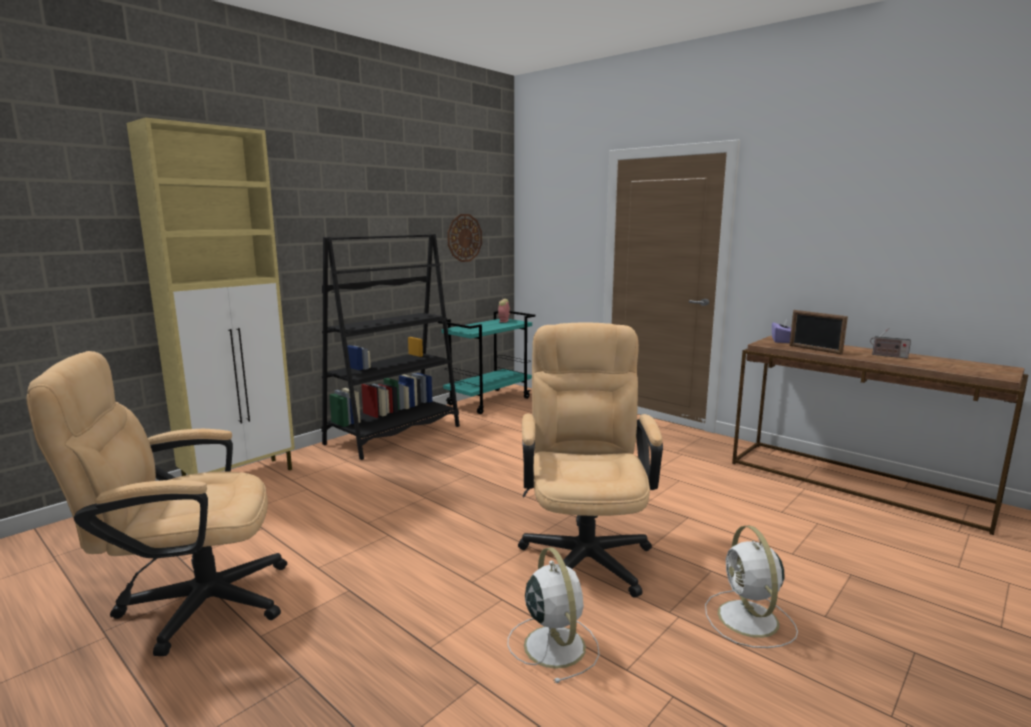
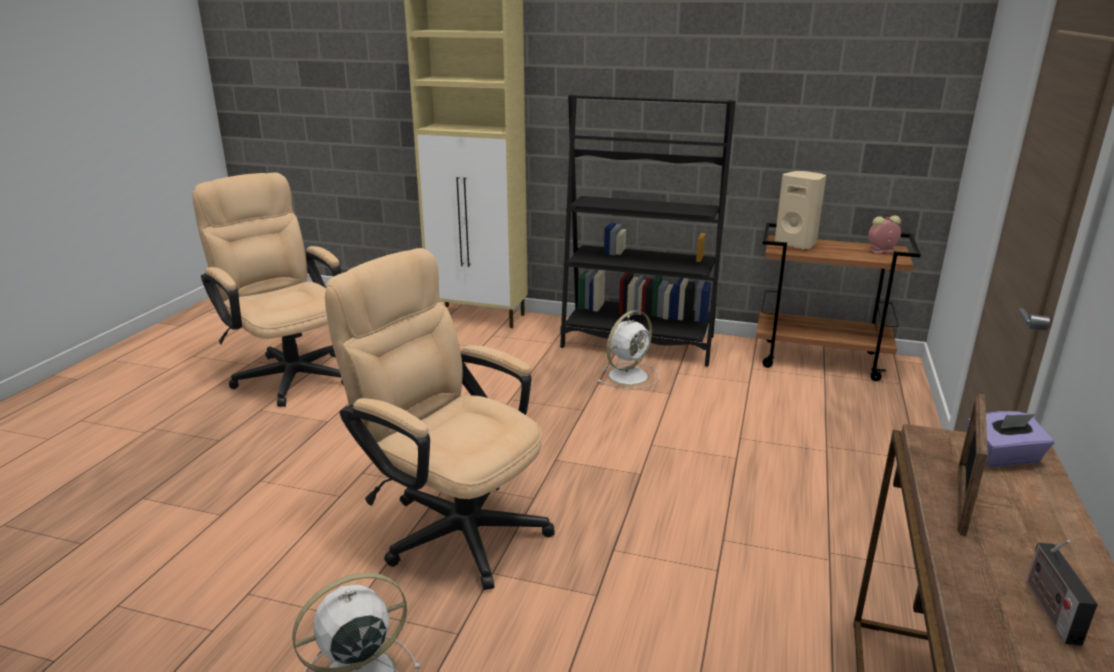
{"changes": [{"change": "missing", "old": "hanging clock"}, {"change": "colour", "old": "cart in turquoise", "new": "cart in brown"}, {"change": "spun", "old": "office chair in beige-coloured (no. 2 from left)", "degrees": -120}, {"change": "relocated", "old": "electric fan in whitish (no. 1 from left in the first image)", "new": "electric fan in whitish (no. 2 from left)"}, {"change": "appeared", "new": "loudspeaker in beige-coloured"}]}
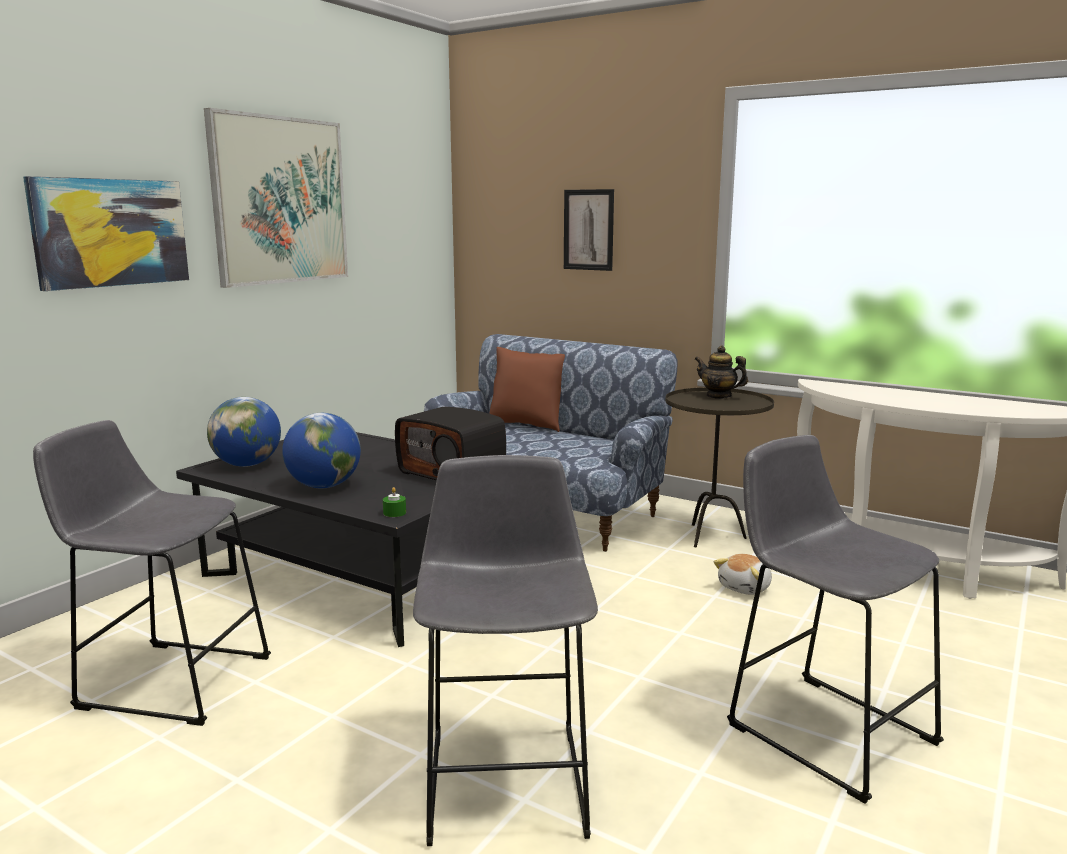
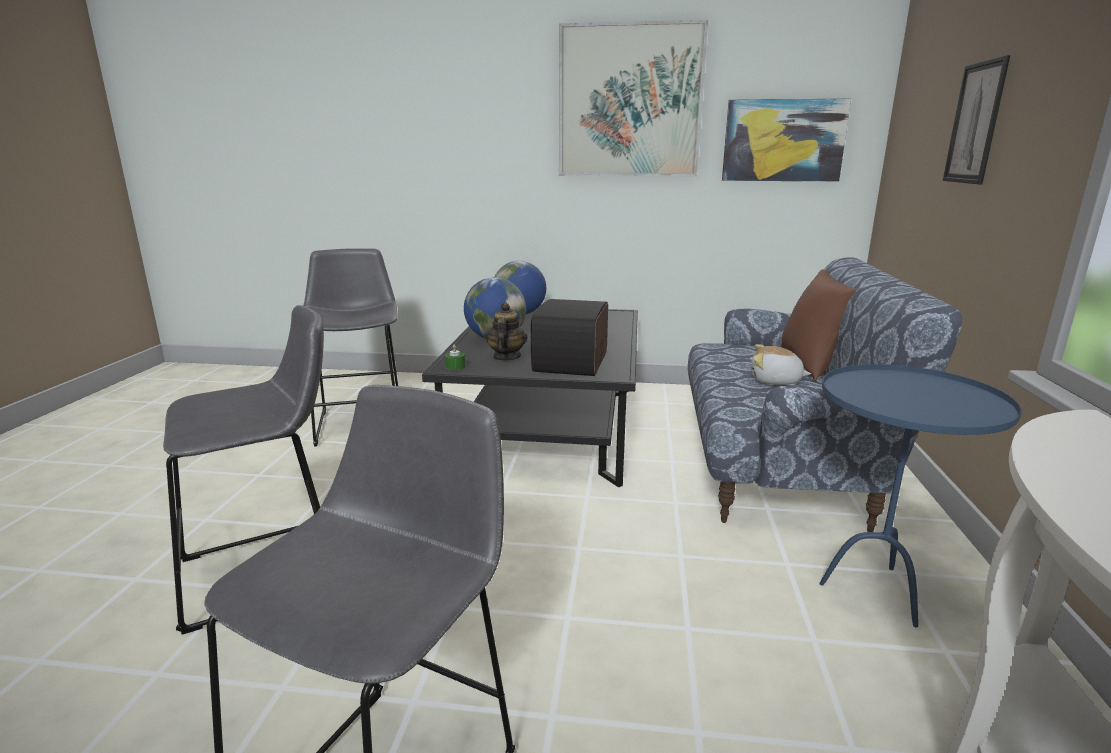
{"changes": [{"change": "relocated", "old": "picture (no. 1 from left in the first image)", "new": "picture (no. 2 from left)"}, {"change": "relocated", "old": "tea pot"}, {"change": "colour", "old": "end table in brown", "new": "end table in blue"}, {"change": "relocated", "old": "soft toy"}]}
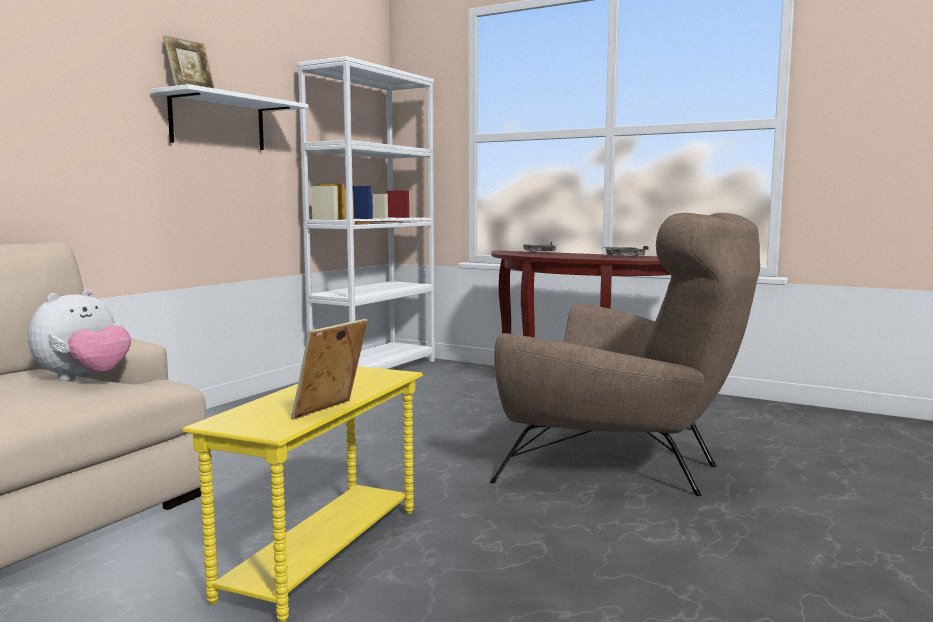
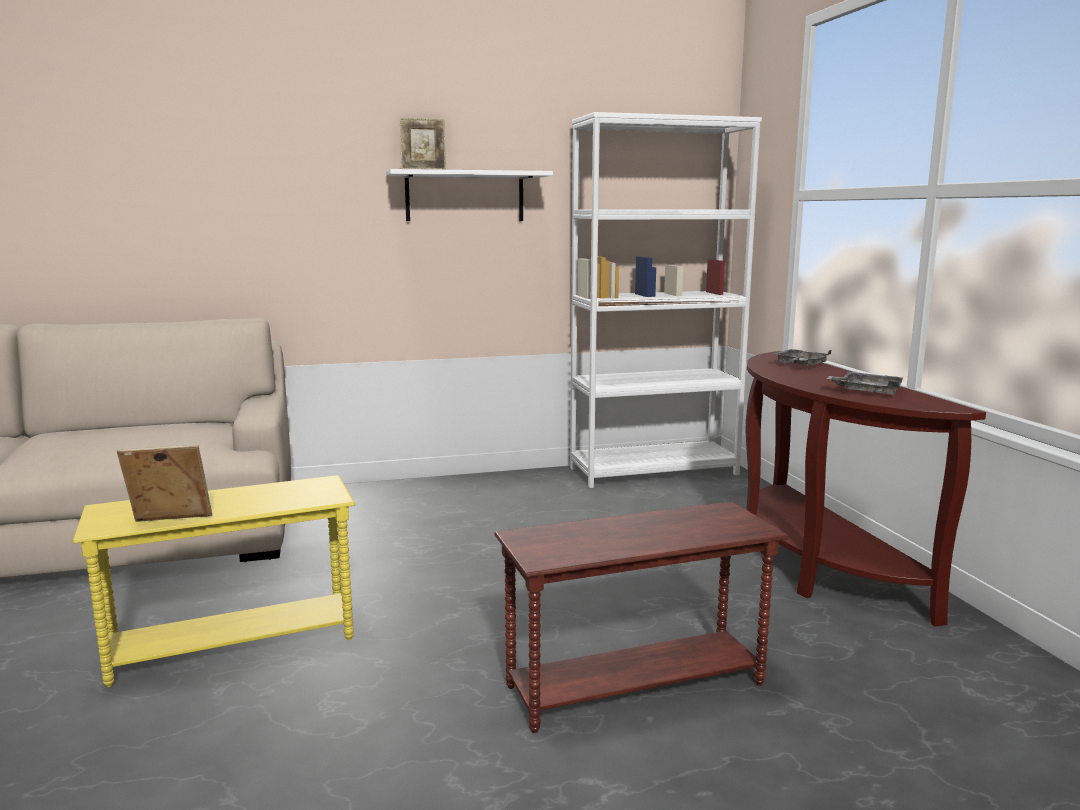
{"changes": [{"change": "exchanged", "old": "lounge chair in brown", "new": "end table in brown"}, {"change": "missing", "old": "soft toy"}]}
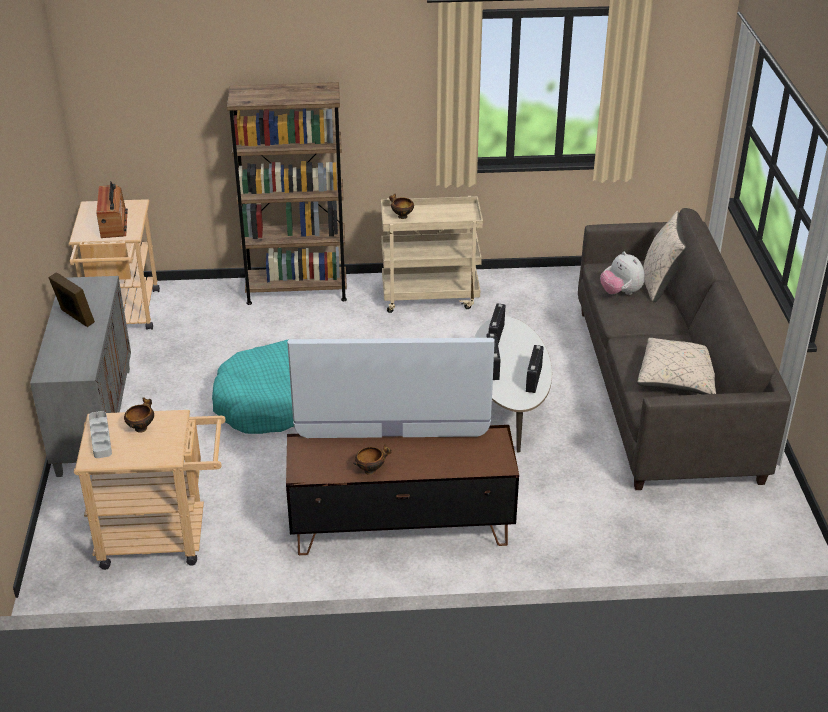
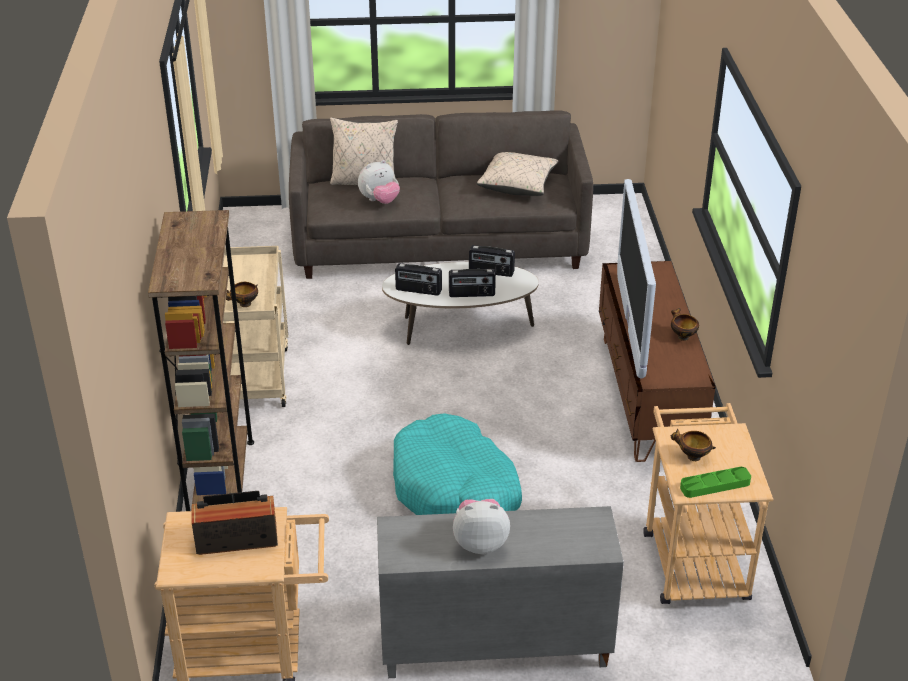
{"changes": [{"change": "exchanged", "old": "photo frame", "new": "soft toy (no. 2 from left)"}, {"change": "colour", "old": "tray in greyish", "new": "tray in green"}]}
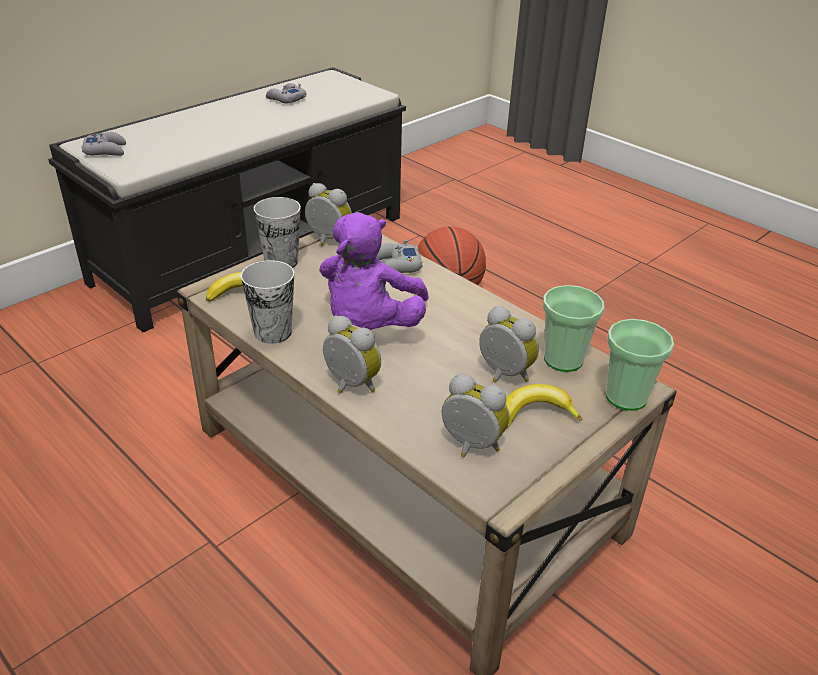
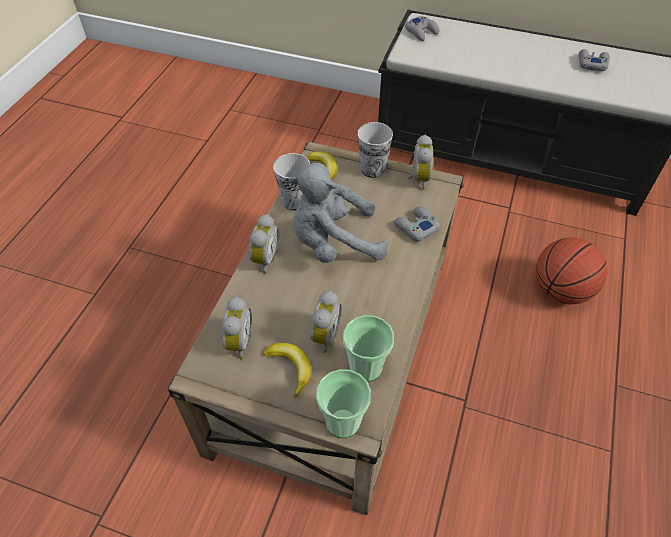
{"changes": [{"change": "colour", "old": "soft toy in purplish", "new": "soft toy in greyish"}]}
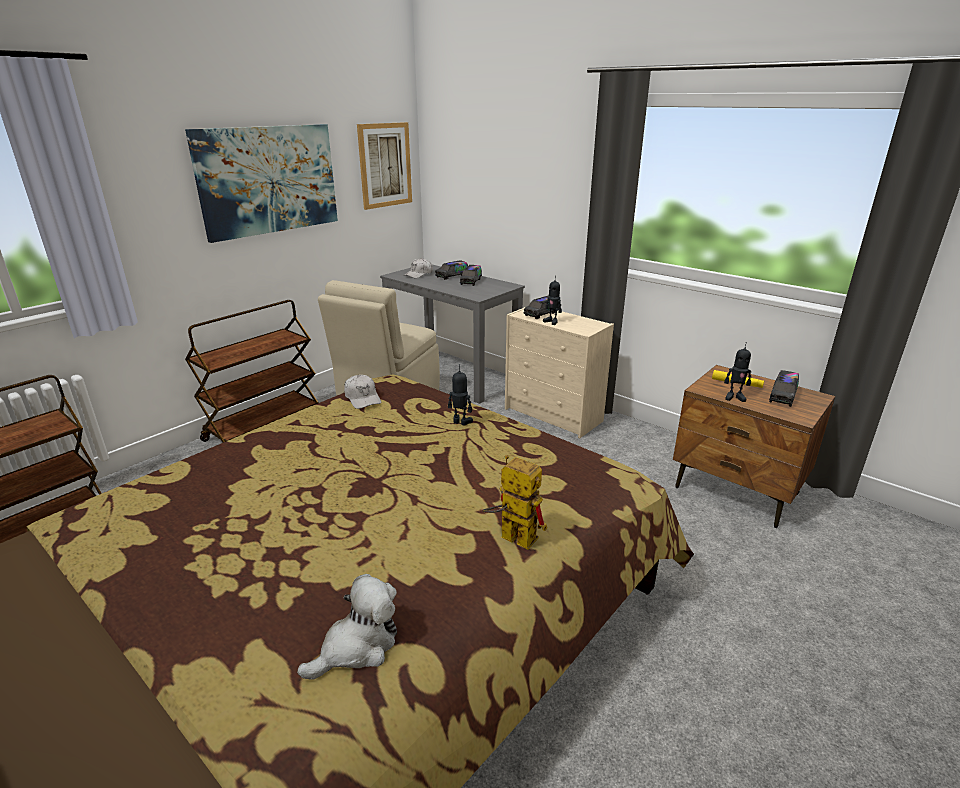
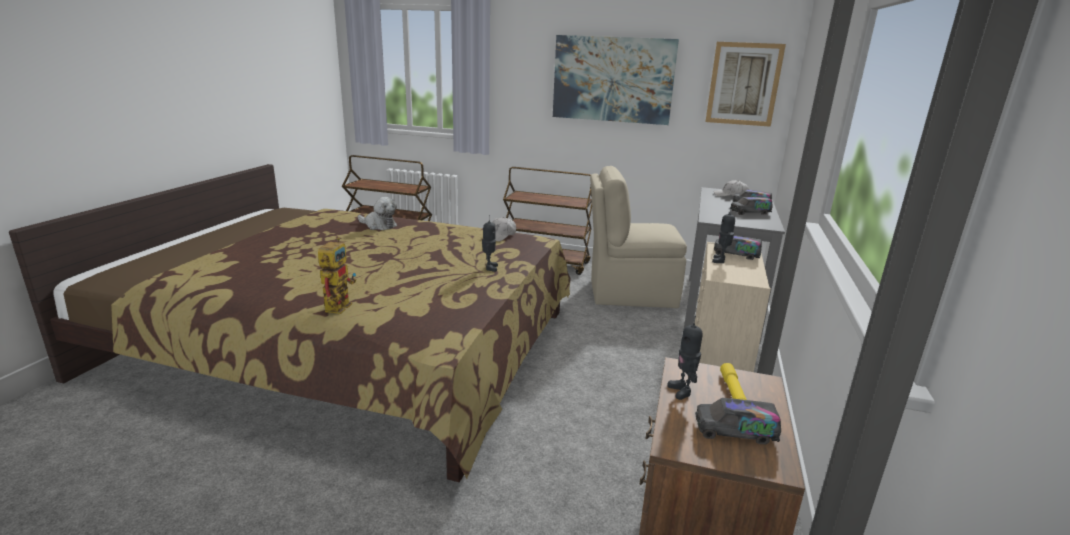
{"changes": [{"change": "relocated", "old": "soft toy"}]}
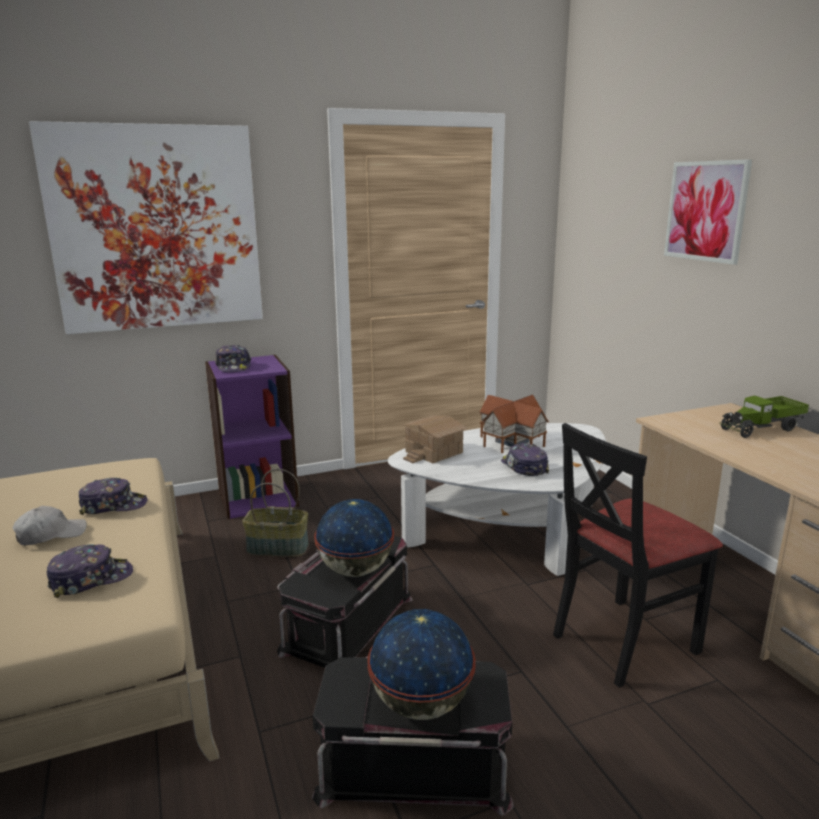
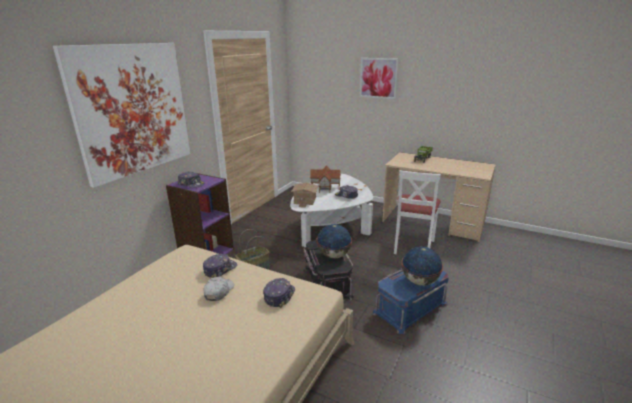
{"changes": [{"change": "colour", "old": "plain chair in black", "new": "plain chair in whitish"}, {"change": "colour", "old": "storage box in black (no. 2 from left)", "new": "storage box in blue"}]}
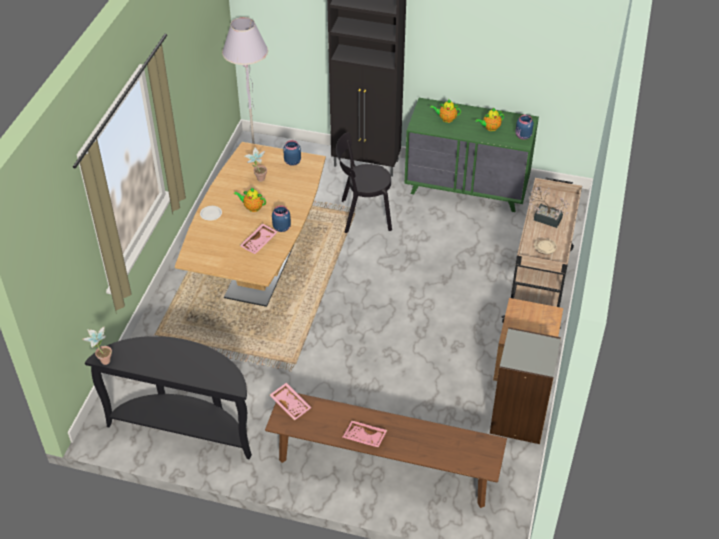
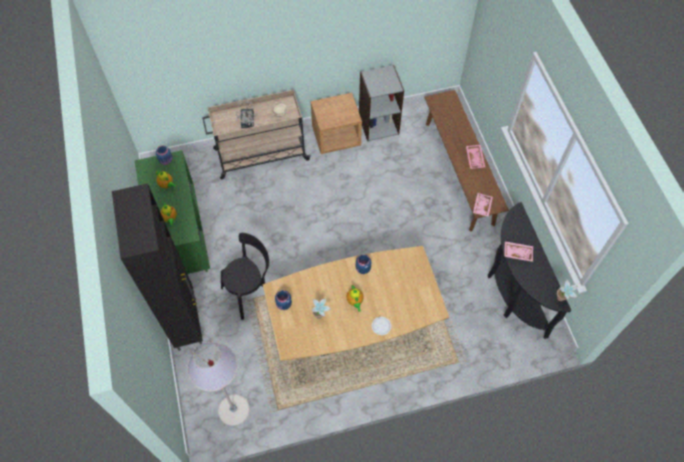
{"changes": [{"change": "spun", "old": "plain chair in black", "degrees": -90}, {"change": "relocated", "old": "tray in pink-coloured (no. 1 from left in the first image)", "new": "tray in pink-coloured (no. 3 from left)"}]}
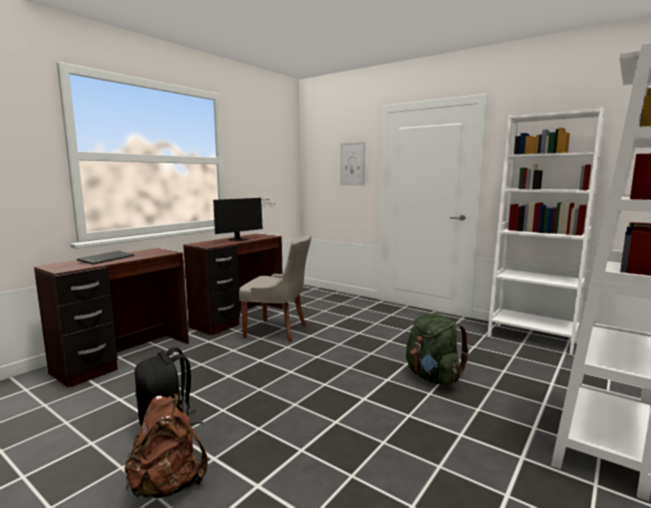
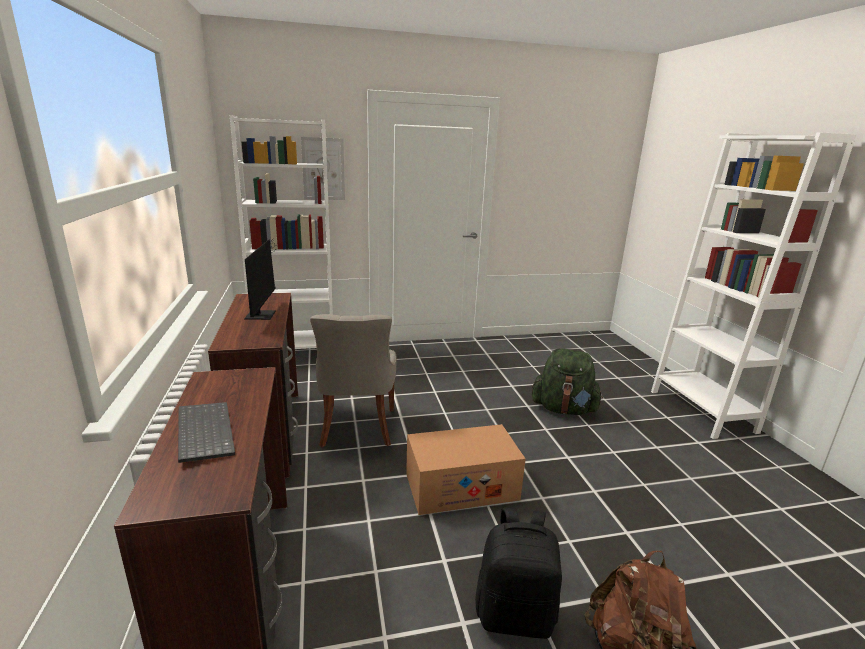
{"changes": [{"change": "relocated", "old": "shelving unit in whitish (no. 1 from left)"}, {"change": "spun", "old": "plain chair in greyish", "degrees": 120}, {"change": "appeared", "new": "cardboard box"}]}
